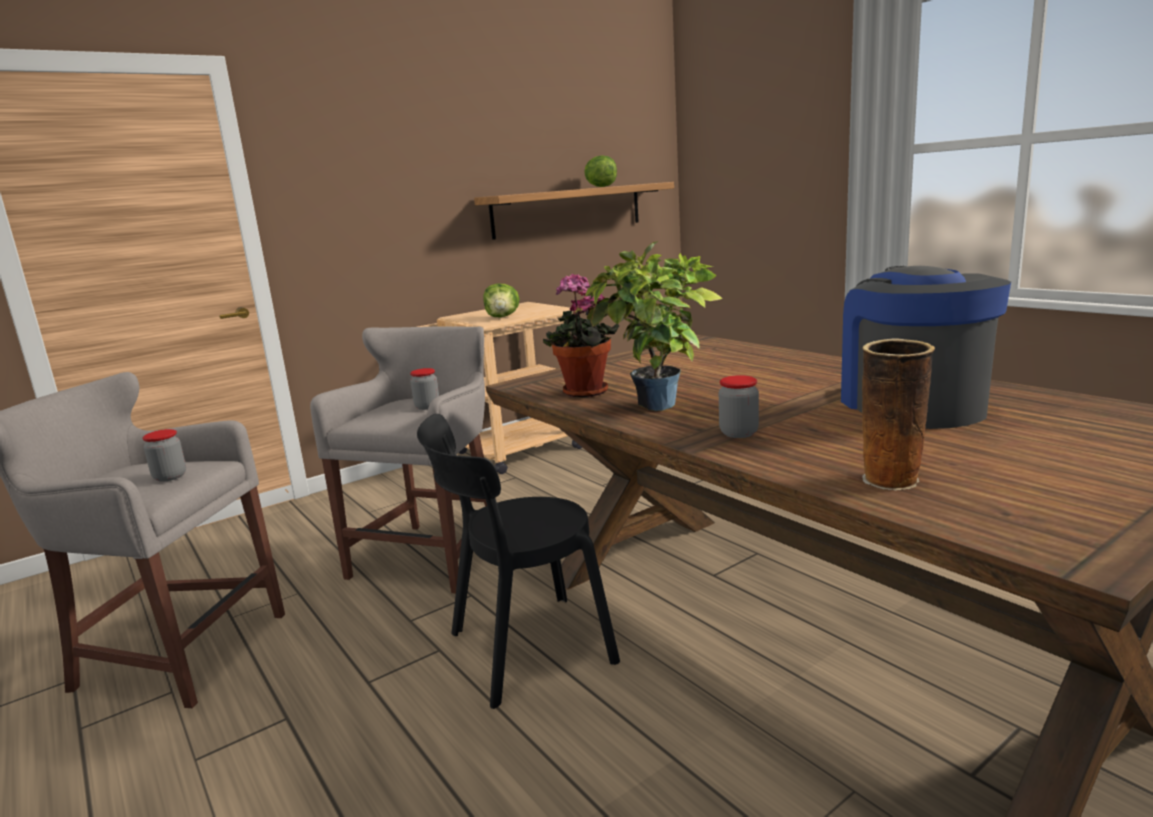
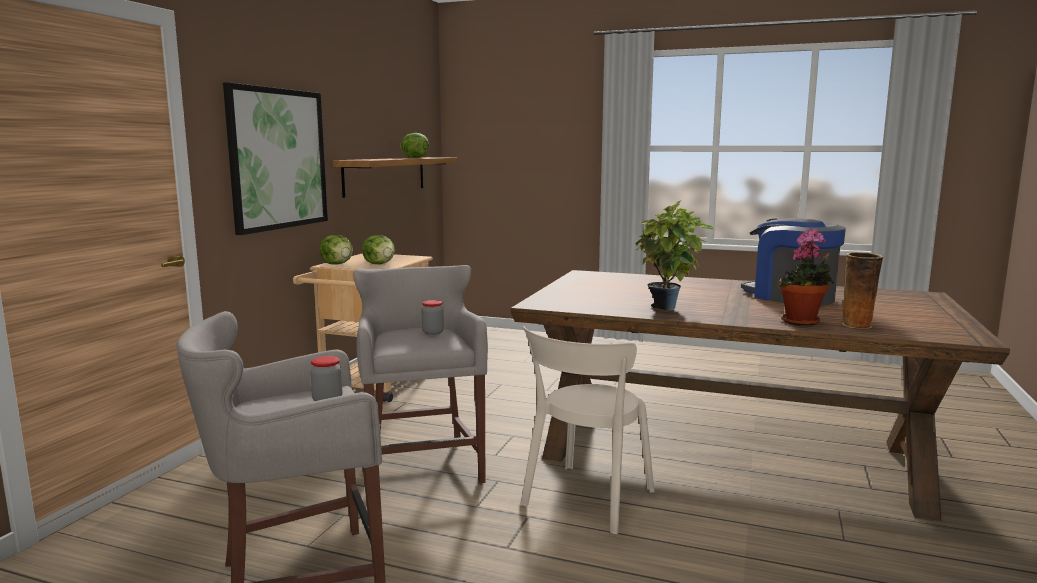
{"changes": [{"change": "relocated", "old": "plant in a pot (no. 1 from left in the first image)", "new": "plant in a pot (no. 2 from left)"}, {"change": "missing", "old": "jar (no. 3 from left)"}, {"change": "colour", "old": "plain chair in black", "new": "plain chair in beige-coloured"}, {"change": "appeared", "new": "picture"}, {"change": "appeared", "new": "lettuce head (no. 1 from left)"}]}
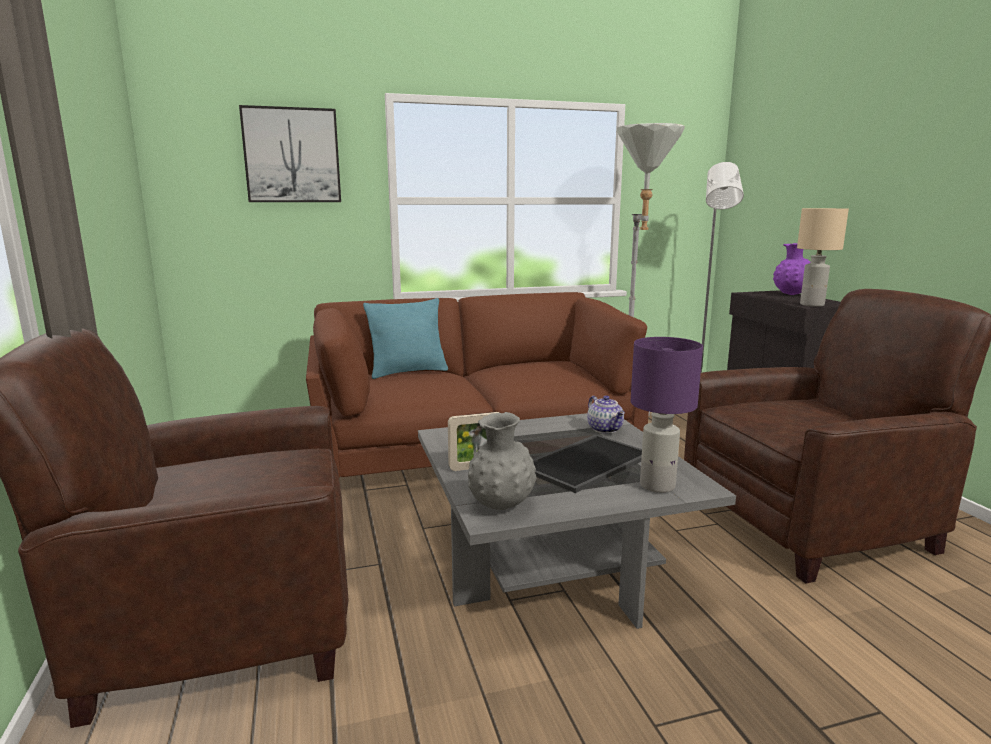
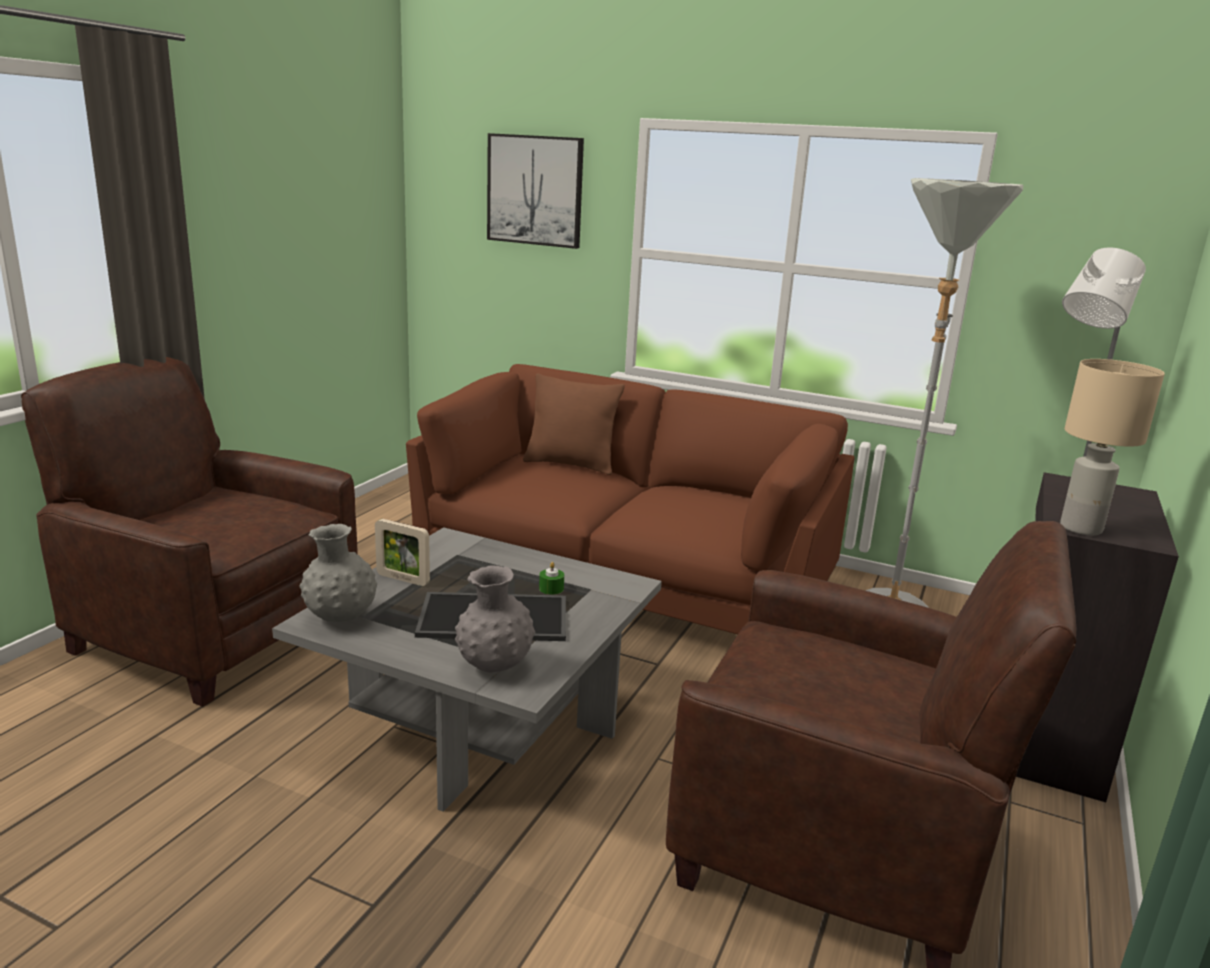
{"changes": [{"change": "missing", "old": "vase in purplish"}, {"change": "colour", "old": "cushion in turquoise", "new": "cushion in brown"}, {"change": "exchanged", "old": "lamp for a table in purplish", "new": "vase in greyish (no. 2 from left)"}, {"change": "missing", "old": "tea pot"}, {"change": "appeared", "new": "wax candle in green"}]}
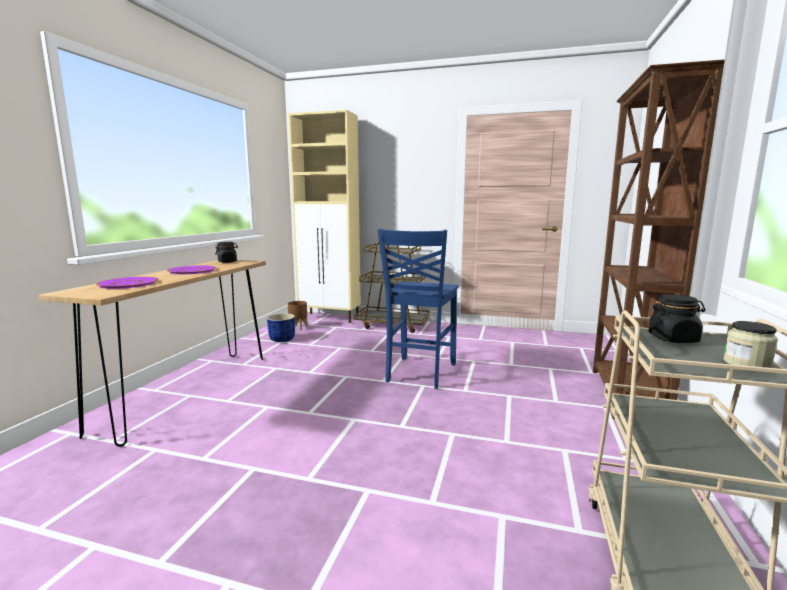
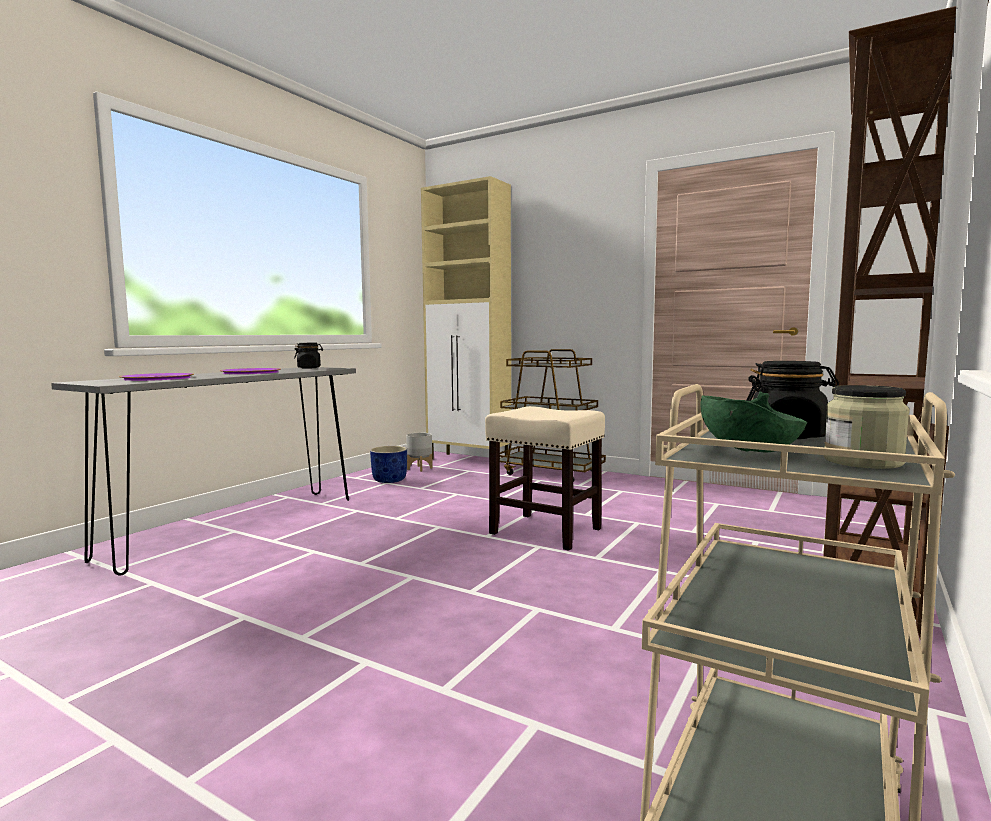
{"changes": [{"change": "exchanged", "old": "plain chair in blue", "new": "sitting stool in beige-coloured"}, {"change": "colour", "old": "hall table in brown", "new": "hall table in greyish"}, {"change": "colour", "old": "planter in brown", "new": "planter in greyish"}, {"change": "appeared", "new": "deep dish in green"}]}
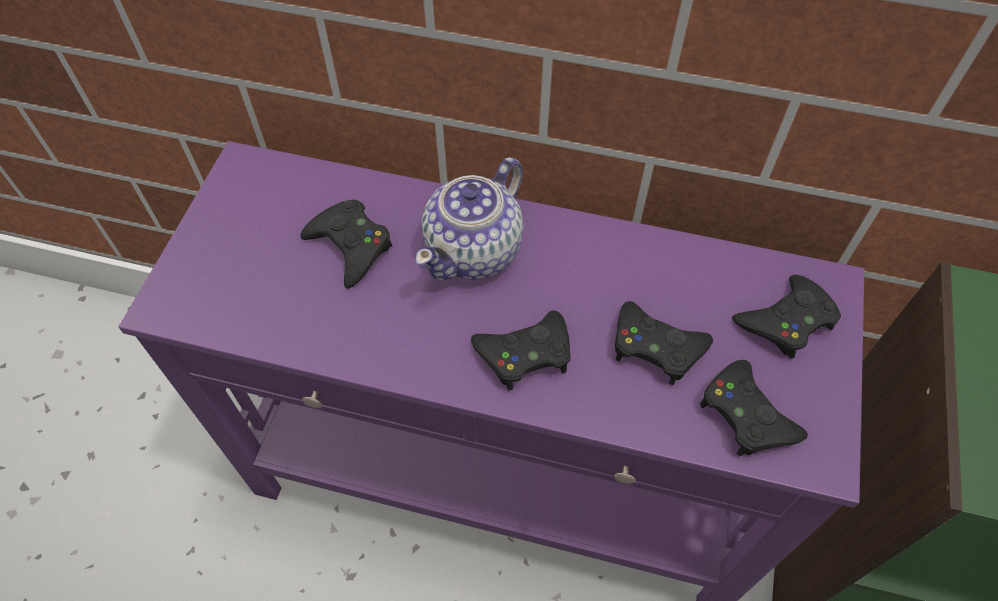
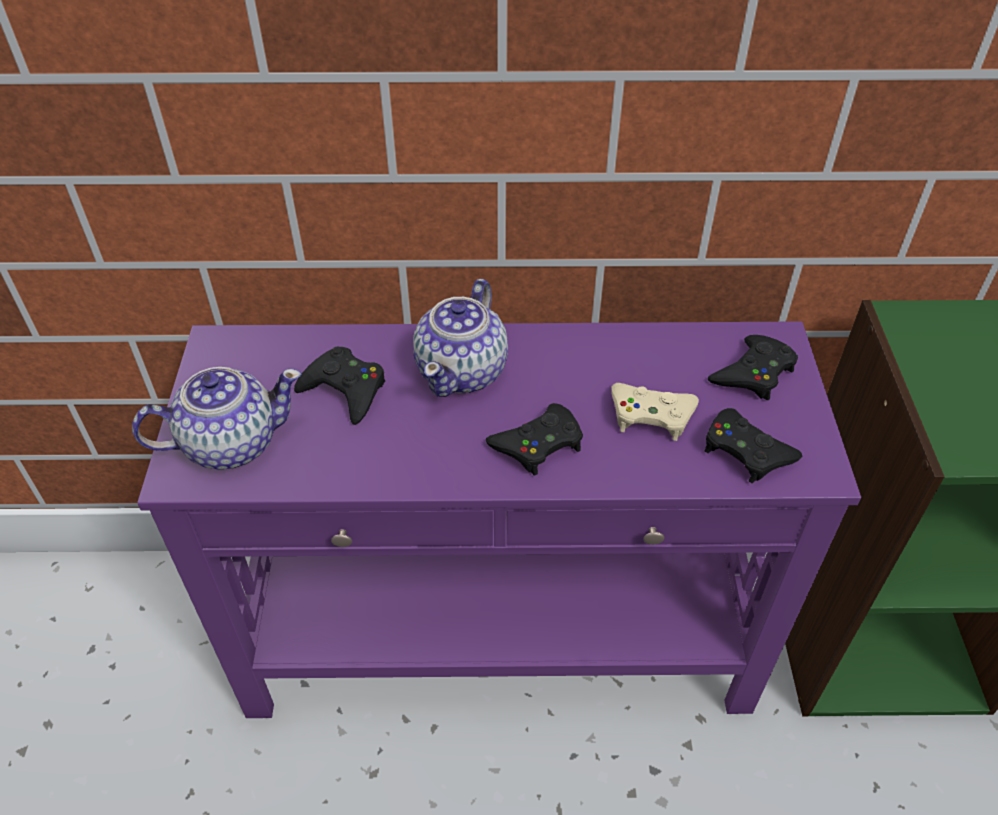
{"changes": [{"change": "colour", "old": "gamepad in black (no. 3 from left)", "new": "gamepad in beige-coloured"}, {"change": "appeared", "new": "tea pot (no. 1 from left)"}]}
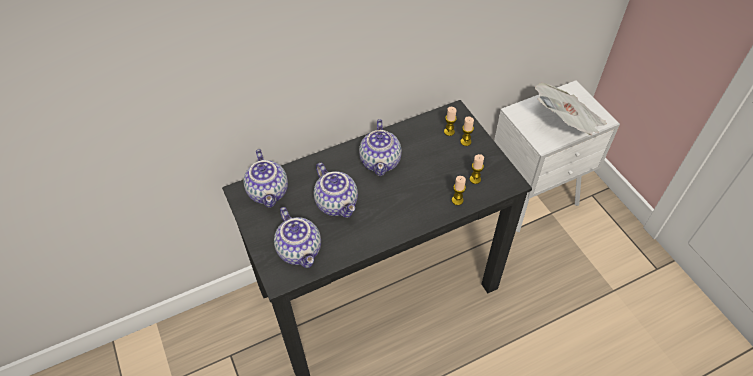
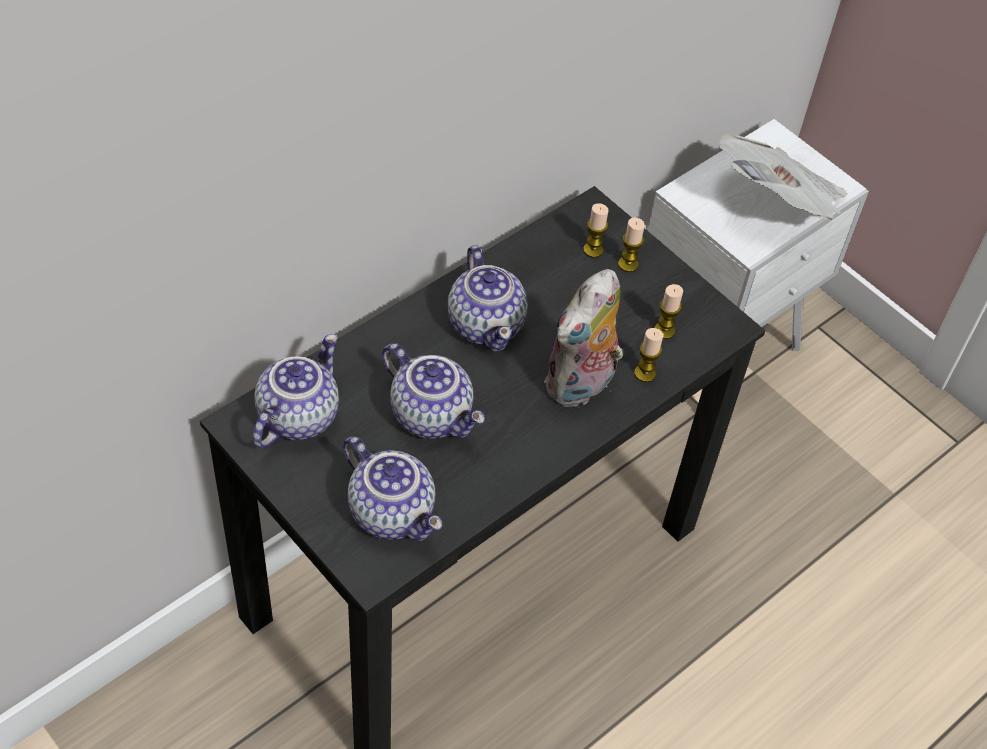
{"changes": [{"change": "spun", "old": "tea pot (no. 1 from left)", "degrees": -120}, {"change": "appeared", "new": "soft toy"}]}
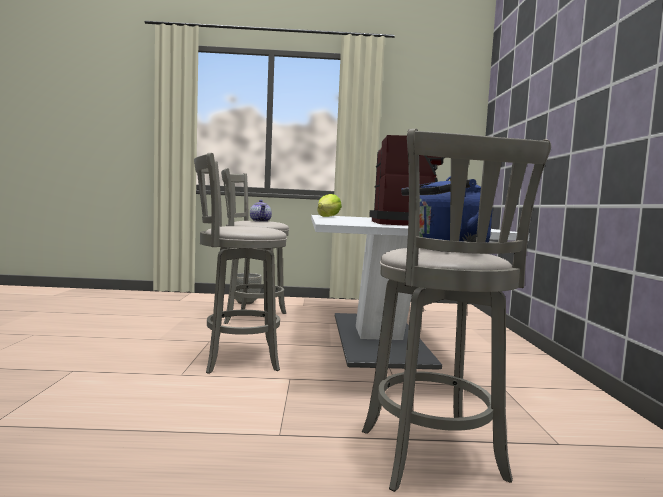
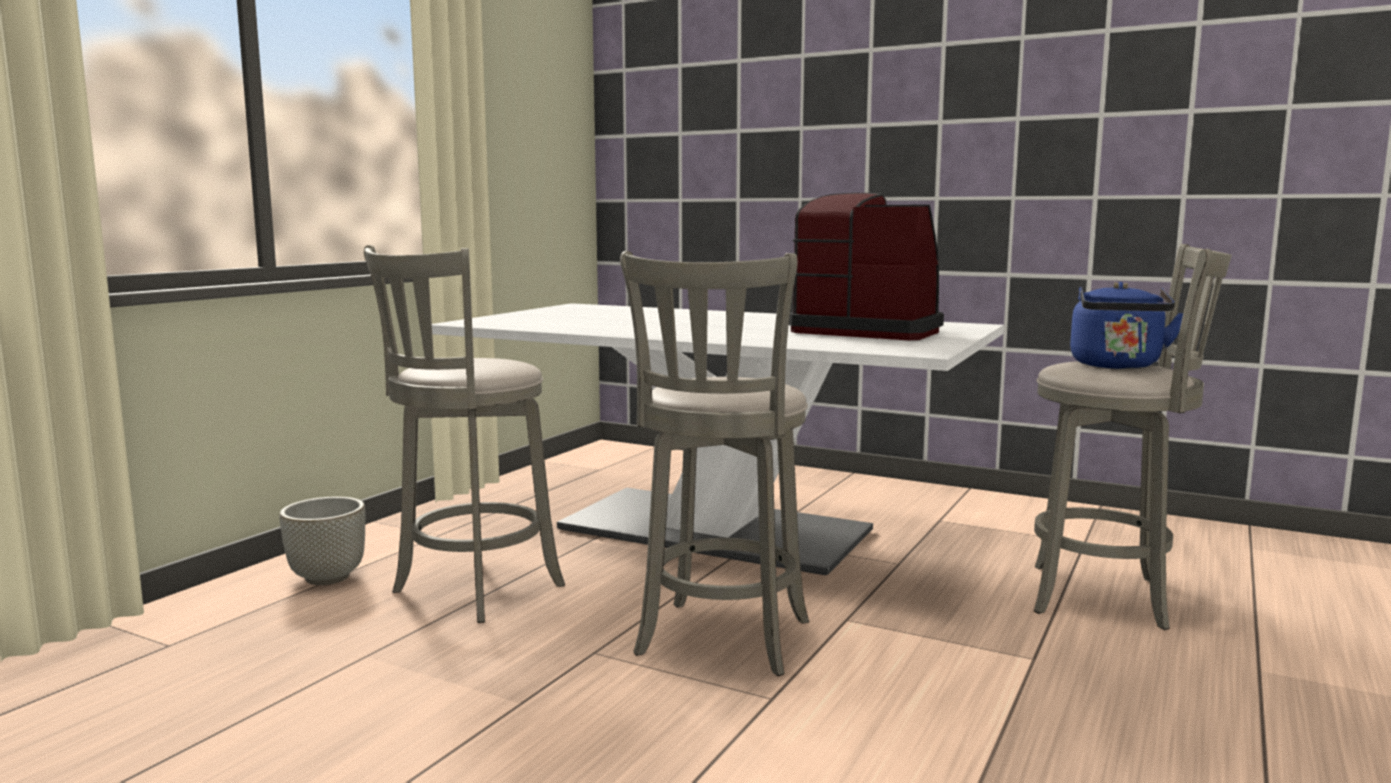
{"changes": [{"change": "missing", "old": "lettuce head"}, {"change": "missing", "old": "tea pot"}]}
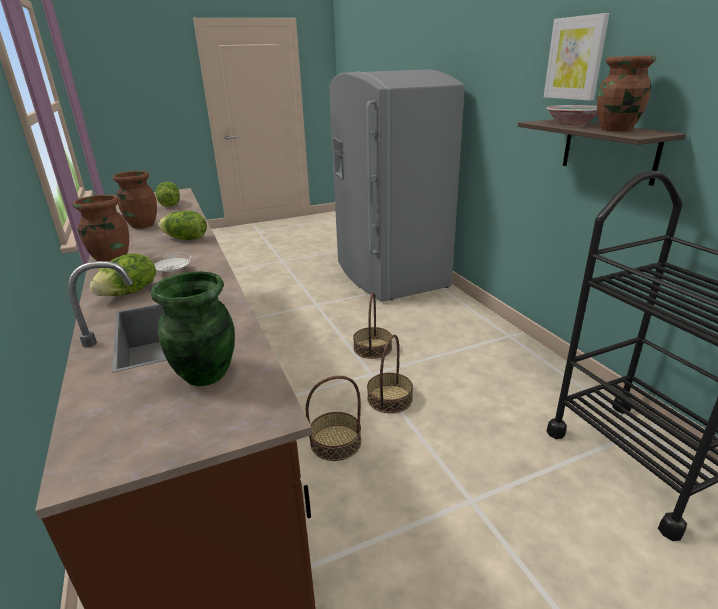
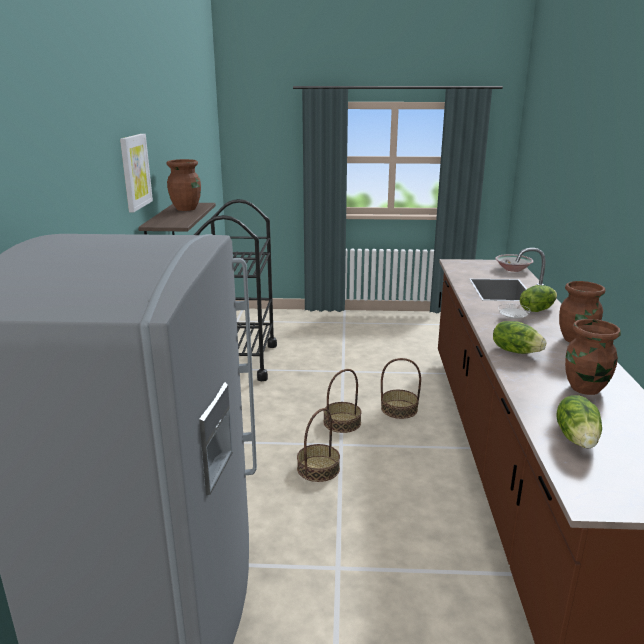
{"changes": [{"change": "relocated", "old": "deep dish"}, {"change": "missing", "old": "vase in green"}]}
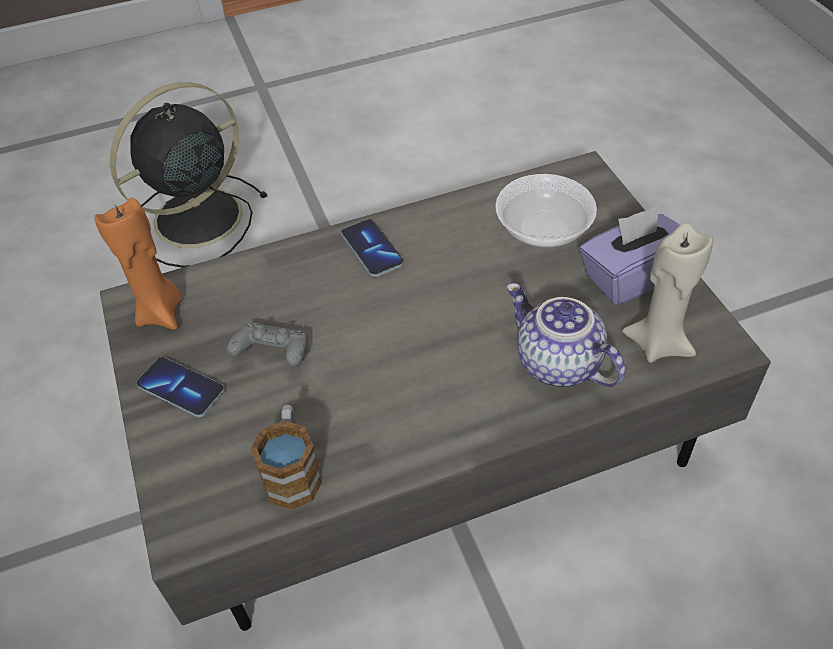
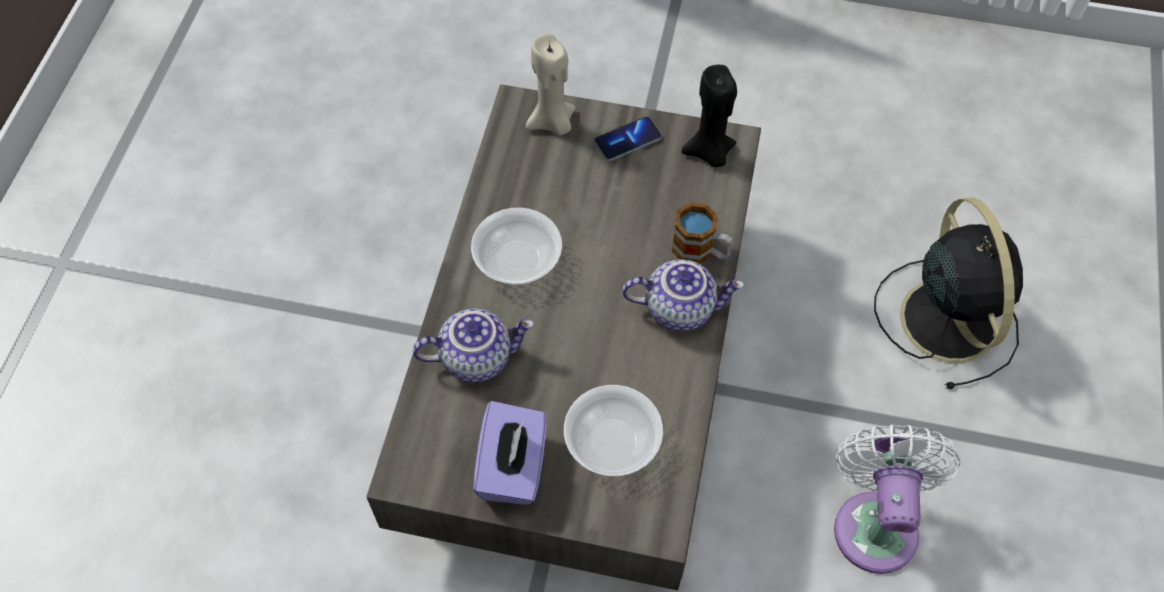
{"changes": [{"change": "colour", "old": "wax candle in orangey", "new": "wax candle in black"}, {"change": "exchanged", "old": "telephone (no. 2 from left)", "new": "tea pot (no. 2 from left)"}, {"change": "relocated", "old": "wax candle in beige-coloured"}, {"change": "missing", "old": "gamepad in greyish"}, {"change": "relocated", "old": "coffee mug"}, {"change": "appeared", "new": "deep dish (no. 1 from left)"}, {"change": "appeared", "new": "electric fan in whitish"}]}
